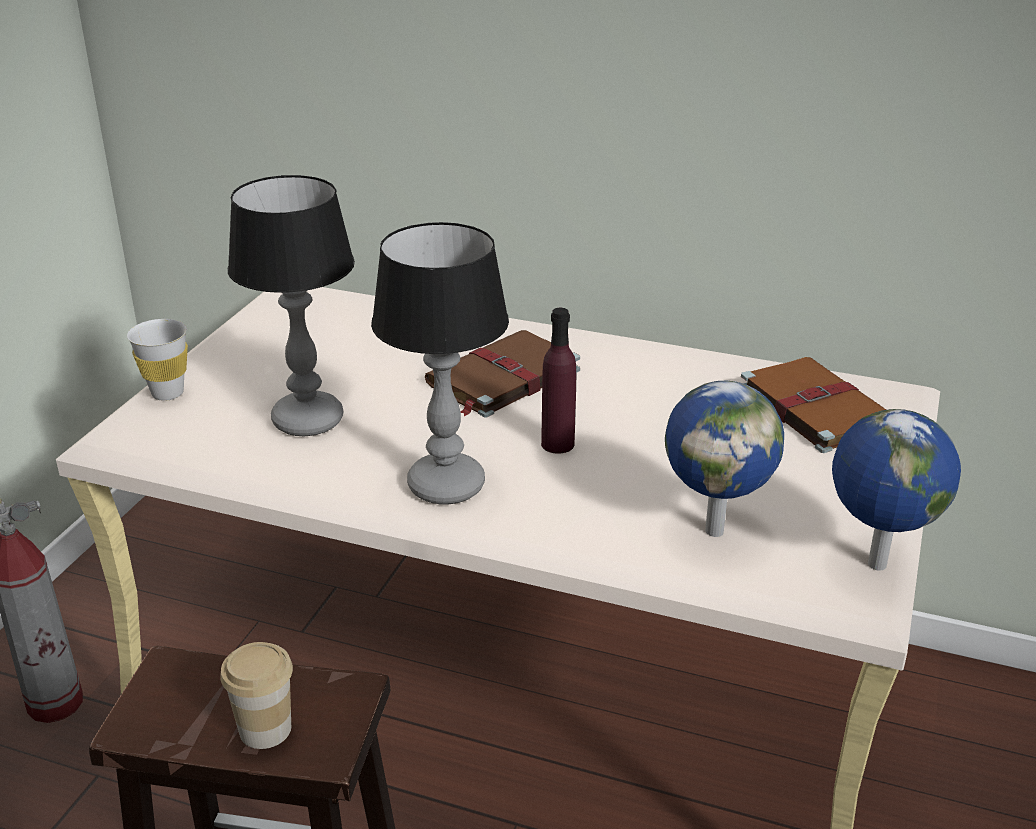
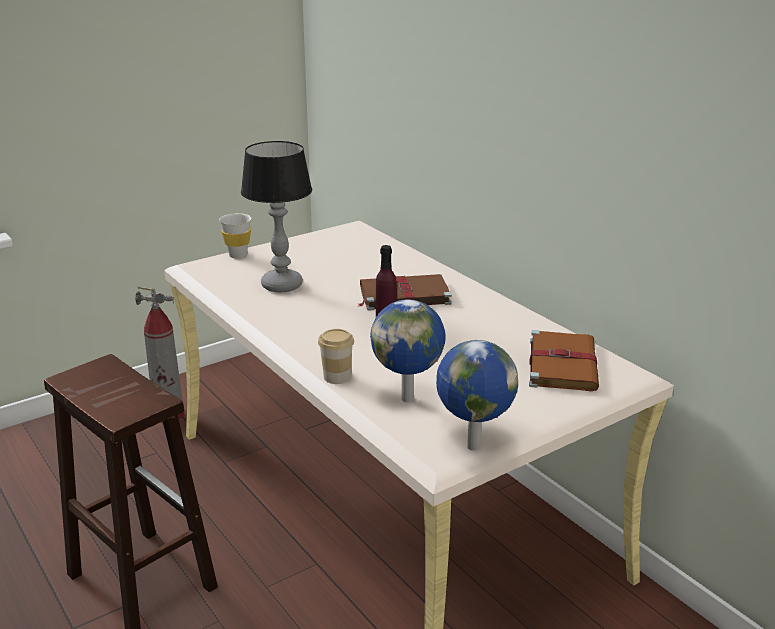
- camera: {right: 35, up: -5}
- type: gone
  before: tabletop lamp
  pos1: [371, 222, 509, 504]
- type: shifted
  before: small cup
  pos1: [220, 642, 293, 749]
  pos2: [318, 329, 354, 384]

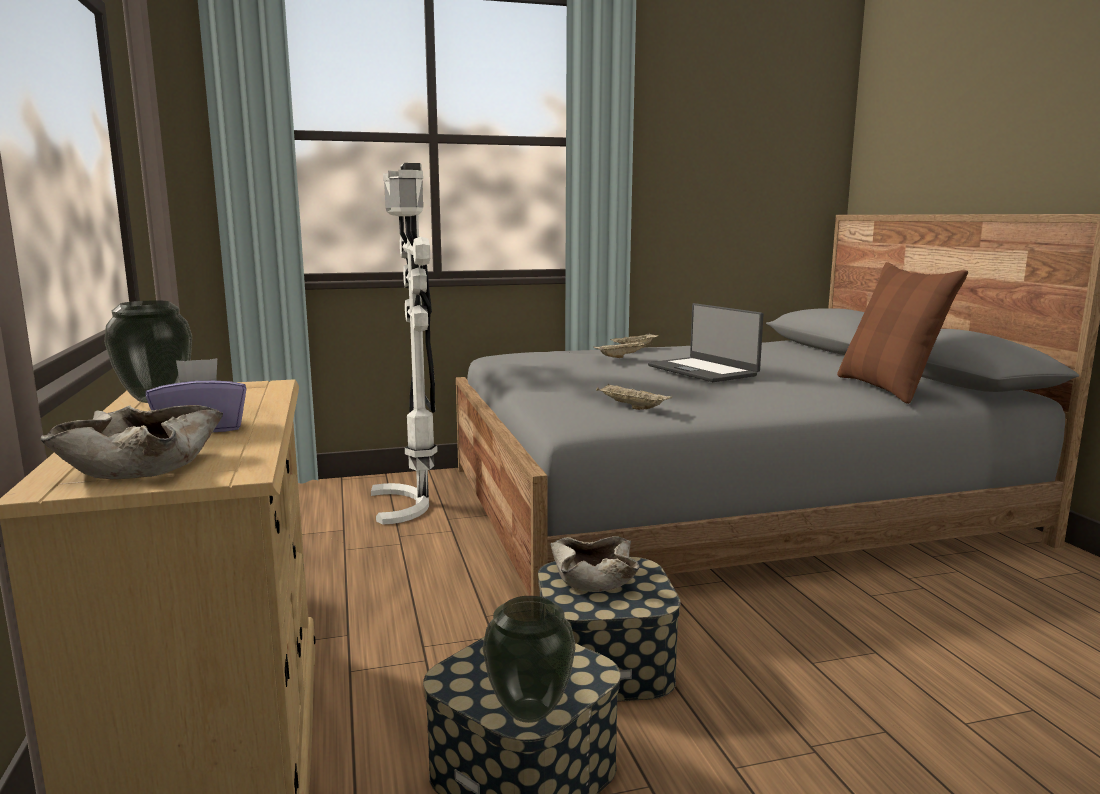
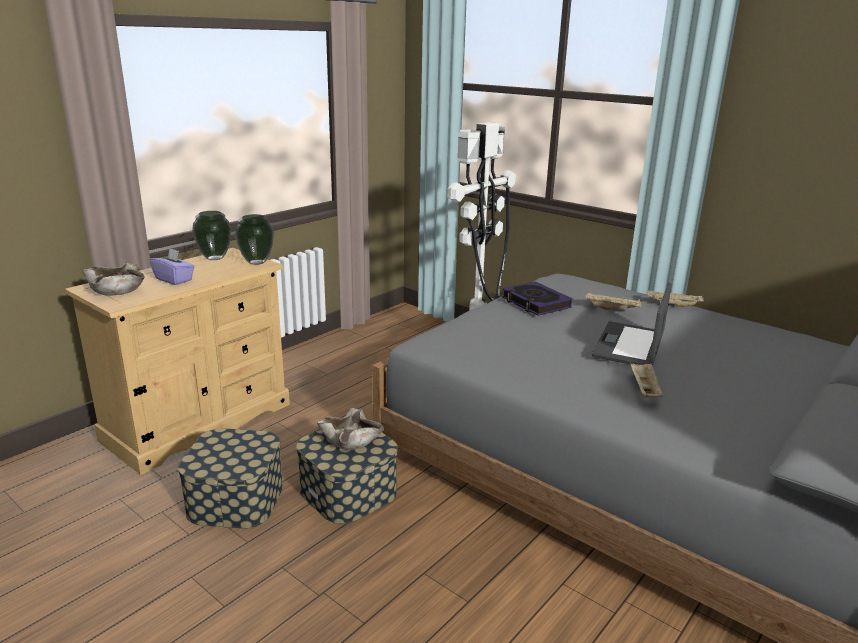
- camera: {right: 55, up: 10}
- type: gone
  before: brown-coloured cushion
  pos1: [837, 262, 968, 404]
- type: shifted
  before: beige carrying tray
  pos1: [596, 384, 673, 410]
  pos2: [631, 363, 663, 398]
- type: shifted
  before: vase
  pos1: [483, 596, 576, 723]
  pos2: [235, 214, 274, 265]
- type: new
  after: bound book
  pos2: [502, 282, 572, 316]

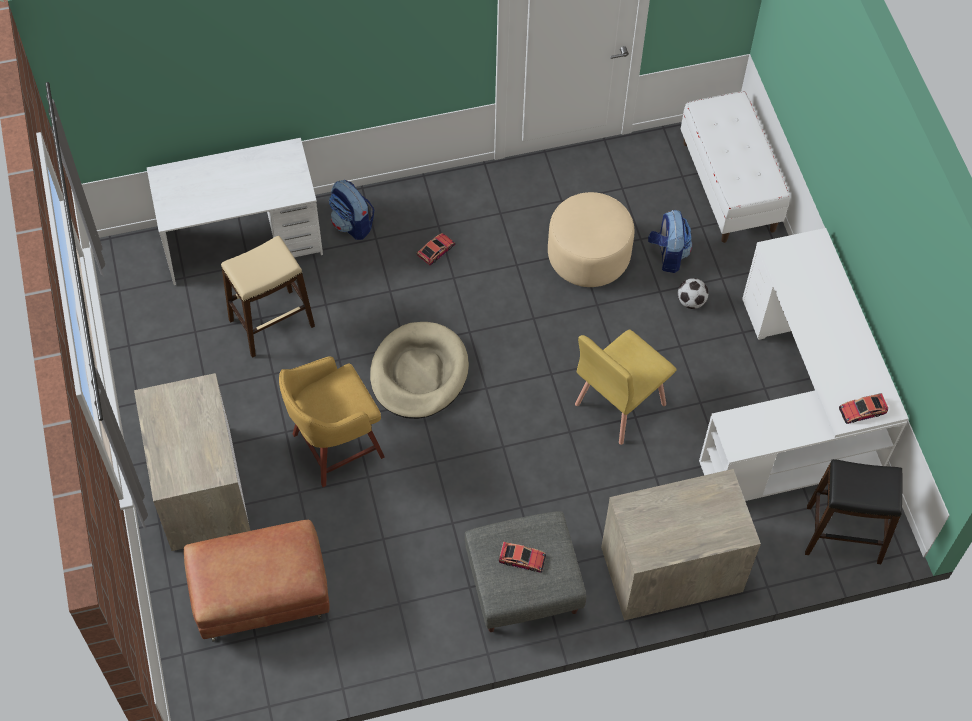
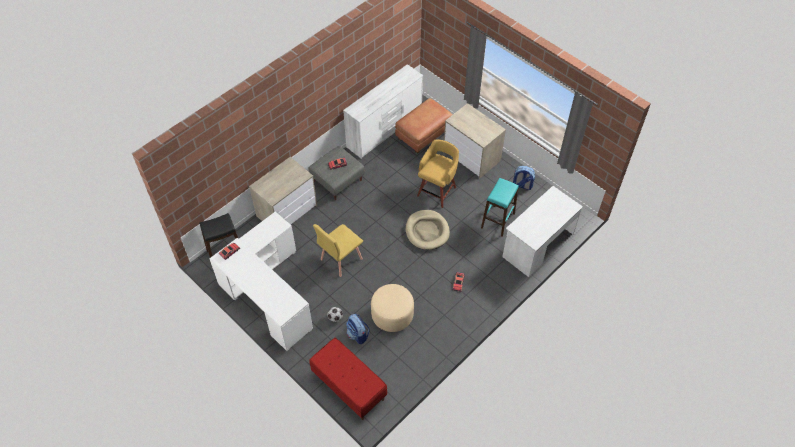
- camera: {right: 150, up: -5}
- type: repainted
  before: white-coloured bench
  after: red bench
  pos1: [681, 91, 790, 243]
  pos2: [310, 338, 387, 420]
- type: shifted
  before: backpack
  pos1: [329, 180, 374, 240]
  pos2: [513, 166, 535, 190]
- type: repainted
  before: beige stool
  after: blue-green stool
  pos1: [221, 236, 315, 358]
  pos2: [481, 178, 519, 237]
- type: rotated
  before: yellow plain chair
  pos1: [575, 329, 677, 445]
  pos2: [313, 224, 363, 277]
  turn: -150
- type: new
  after: white-coloured drawer chest
  pos2: [343, 64, 423, 159]

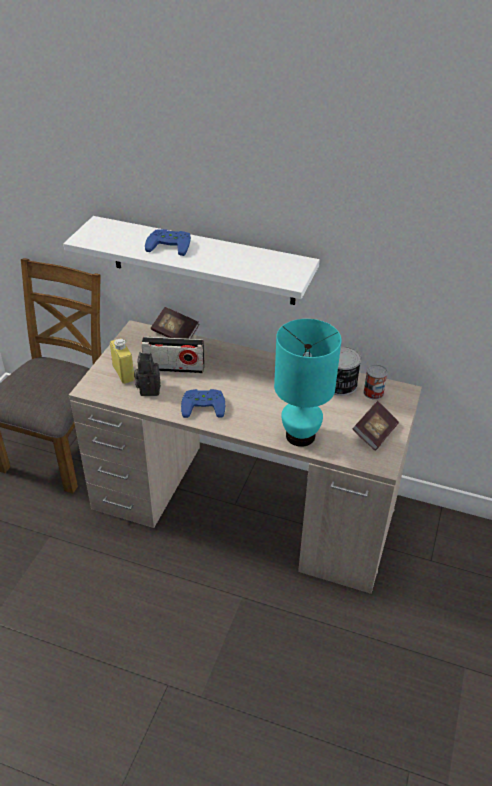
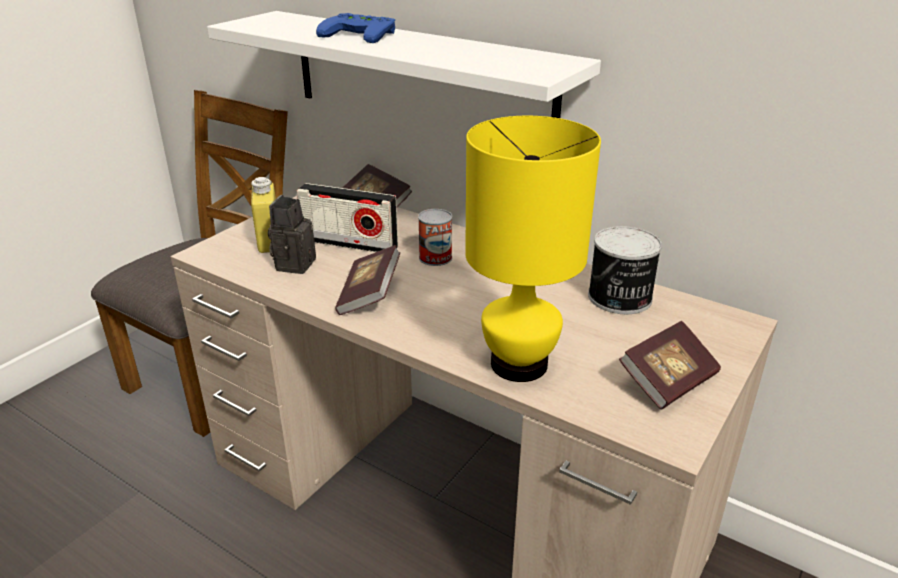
- camera: {right: 15, up: -10}
- type: repainted
  before: blue-green tabletop lamp
  after: yellow tabletop lamp
  pos1: [274, 319, 342, 447]
  pos2: [465, 116, 601, 382]
- type: shifted
  before: sealed can
  pos1: [363, 364, 388, 400]
  pos2: [418, 209, 452, 266]
- type: swapped
  before: bluish joypad
  after: bound book
  pos1: [181, 389, 225, 418]
  pos2: [335, 245, 400, 315]

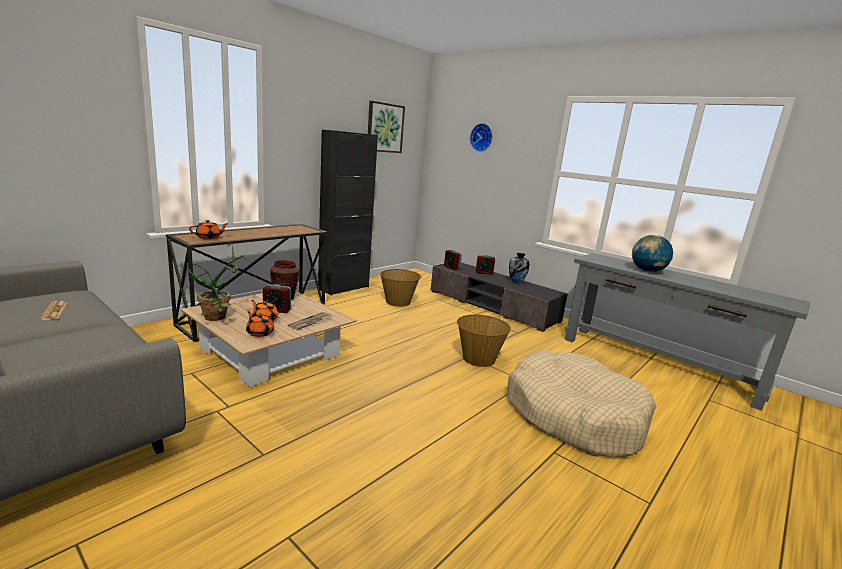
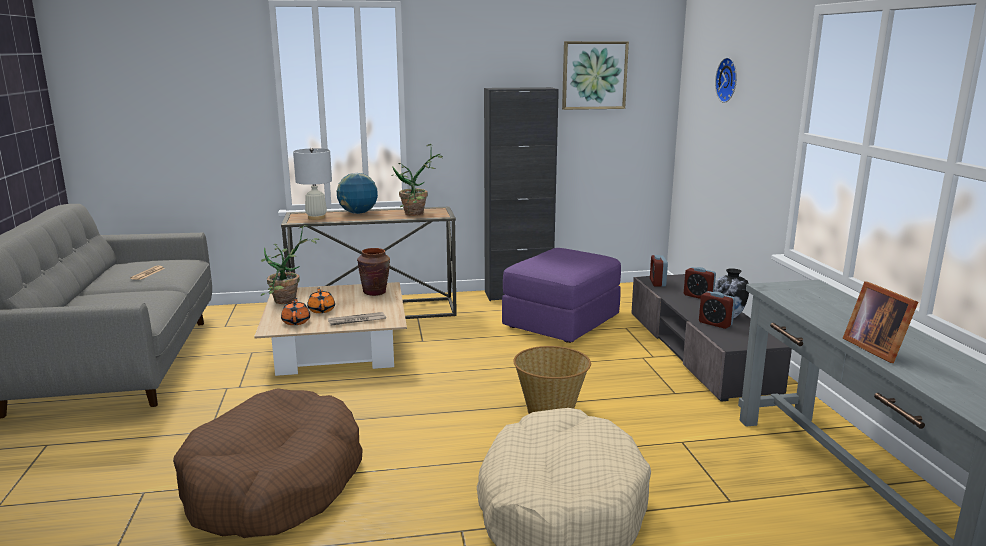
- camera: {right: 40, up: 0}
- type: swapped
  before: orange tea pot
  after: white-coloured tabletop lamp
  pos1: [189, 220, 229, 239]
  pos2: [293, 148, 332, 220]
- type: shifted
  before: world globe
  pos1: [632, 235, 673, 272]
  pos2: [337, 173, 378, 214]
- type: swapped
  before: storage basket
  after: purple-coloured ottoman
  pos1: [380, 269, 421, 307]
  pos2: [502, 248, 621, 343]
- type: shifted
  before: table clock
  pos1: [263, 284, 291, 313]
  pos2: [699, 291, 735, 329]
- type: new
  after: houseplant
  pos2: [391, 144, 443, 216]
- type: new
  after: standing frame
  pos2: [843, 281, 918, 363]
- type: new
  after: brown-coloured pet bed
  pos2: [173, 388, 363, 538]

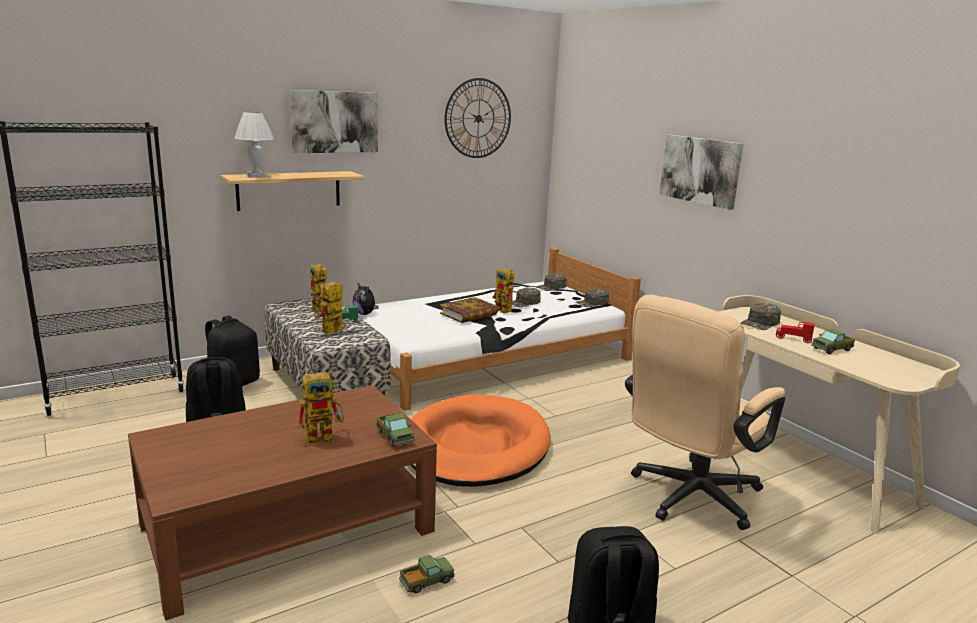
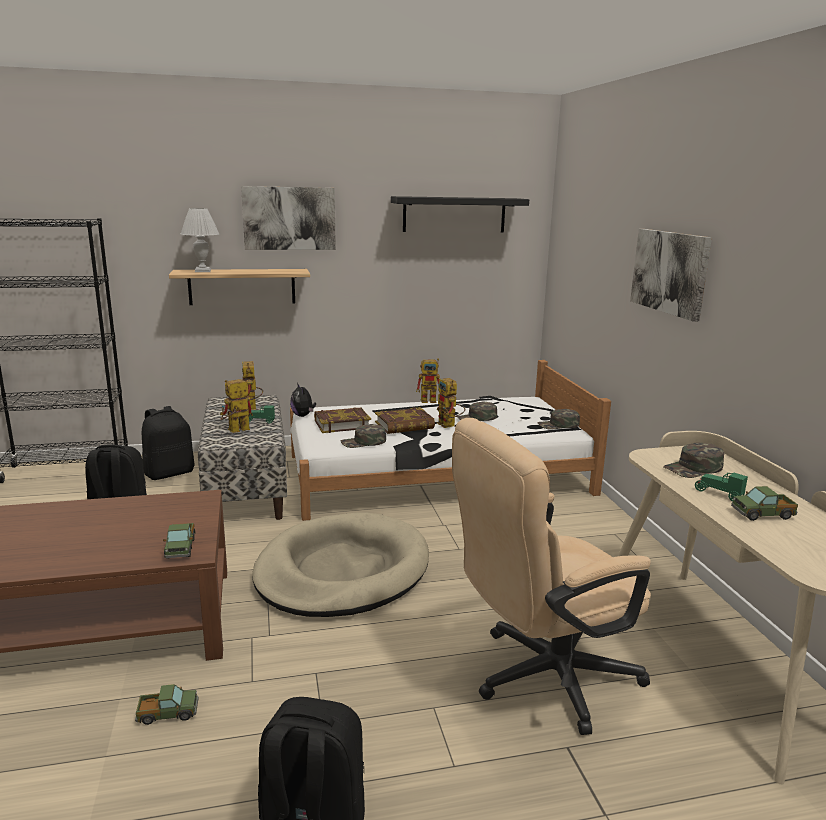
- camera: {right: 20, up: 0}
- type: swapped
  before: hanging clock
  after: blackish shelf
  pos1: [444, 78, 511, 158]
  pos2: [391, 196, 529, 233]
- type: shifted
  before: green-coloured cap
  pos1: [536, 273, 567, 291]
  pos2: [340, 424, 386, 448]
- type: repainted
  before: red model car
  after: green-coloured model car
  pos1: [776, 322, 815, 343]
  pos2: [695, 473, 748, 501]
- type: shifted
  before: model robot
  pos1: [297, 370, 344, 446]
  pos2: [416, 358, 440, 403]
- type: repainted
  before: orange pet bed
  after: beige pet bed
  pos1: [410, 394, 551, 487]
  pos2: [252, 512, 429, 617]
- type: new
  after: bound book
  pos2: [314, 407, 371, 433]

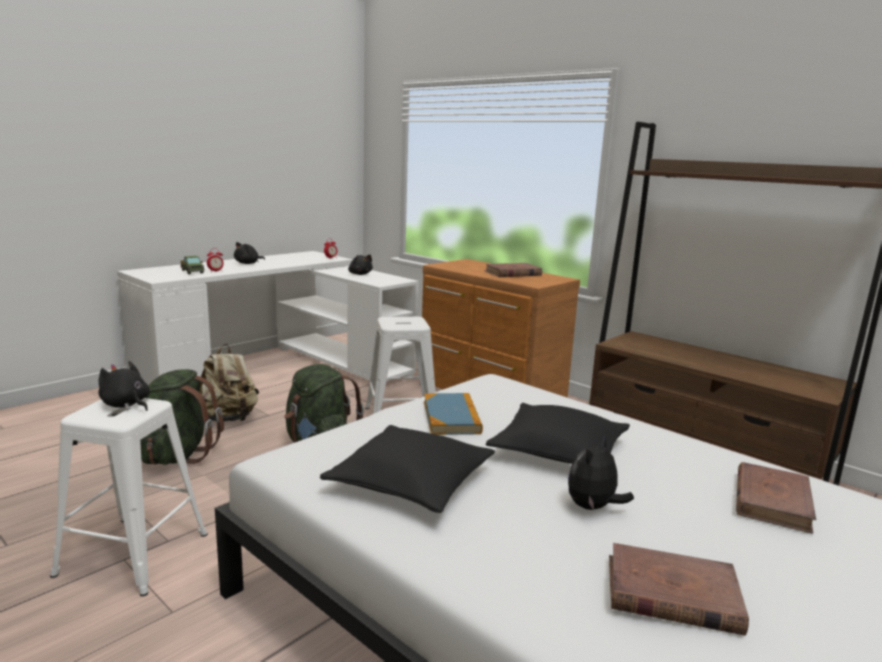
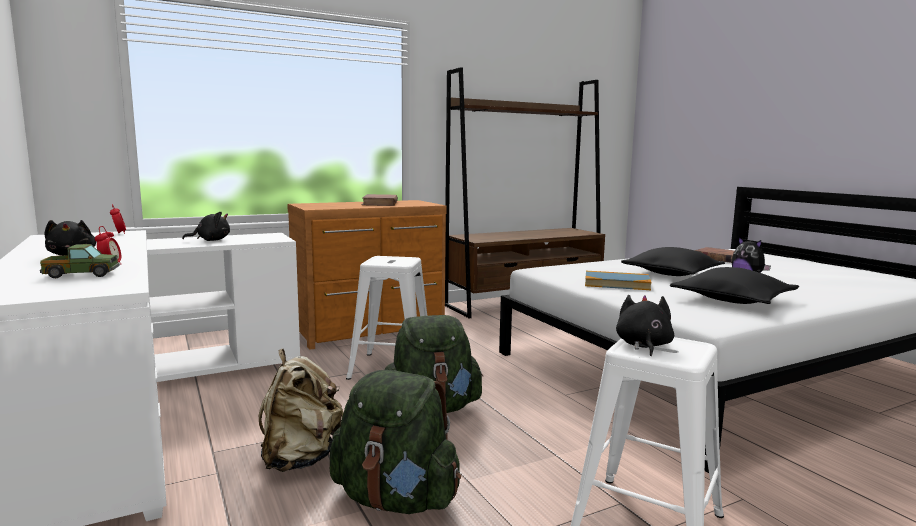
- camera: {right: -70, up: -5}
- type: rotated
  before: blackish soft toy
  pos1: [98, 361, 150, 411]
  pos2: [616, 295, 674, 356]
  turn: 135
- type: gone
  before: brown-coloured bound book
  pos1: [609, 543, 749, 636]

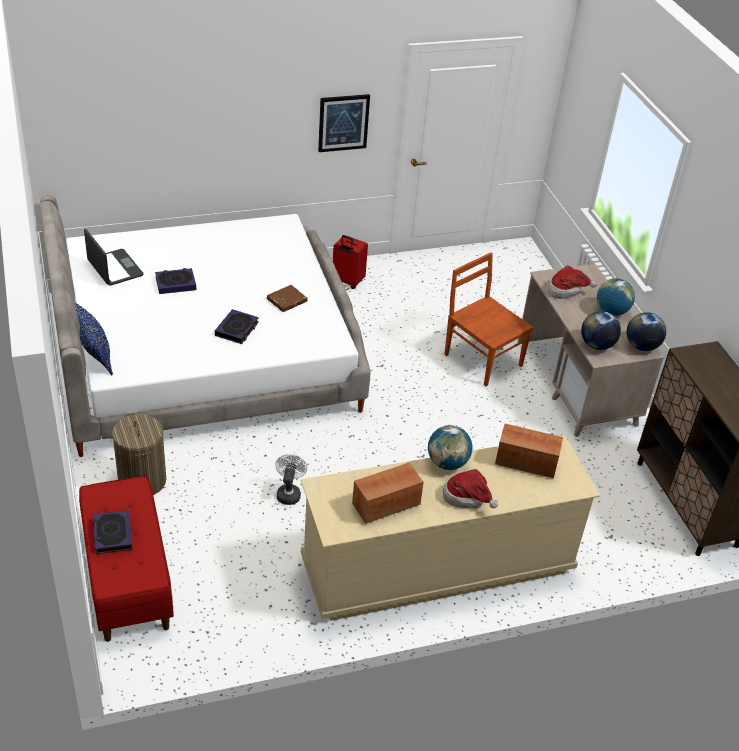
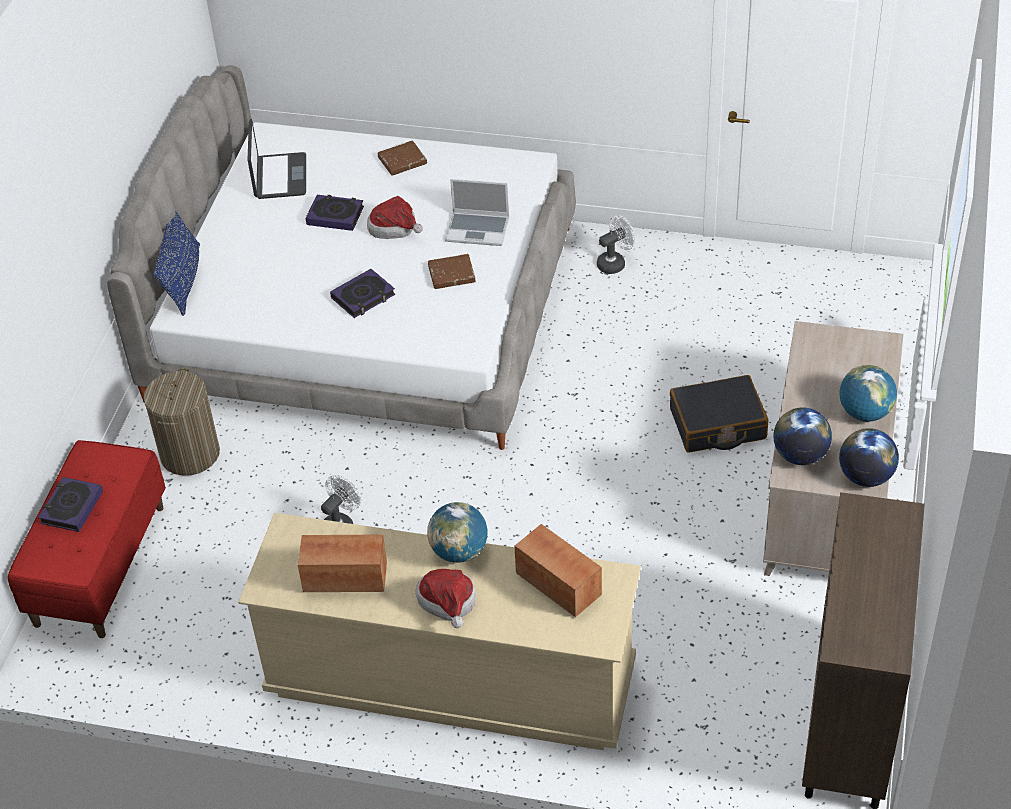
- camera: {right: 35, up: 5}
- type: gone
  before: picture
  pos1: [318, 94, 370, 152]
- type: swapped
  before: red piece of luggage
  after: white-coloured cooling fan
  pos1: [333, 235, 368, 289]
  pos2: [597, 215, 635, 274]
- type: swapped
  before: brown-coloured plain chair
  after: blackish piece of luggage
  pos1: [444, 252, 533, 386]
  pos2: [670, 375, 768, 453]
- type: shifted
  before: clothing hat
  pos1: [548, 265, 597, 299]
  pos2: [367, 196, 423, 239]
- type: new
  after: brown-coloured bound book
  pos2: [378, 141, 427, 175]
- type: new
  after: laptop
  pos2: [445, 179, 509, 246]

